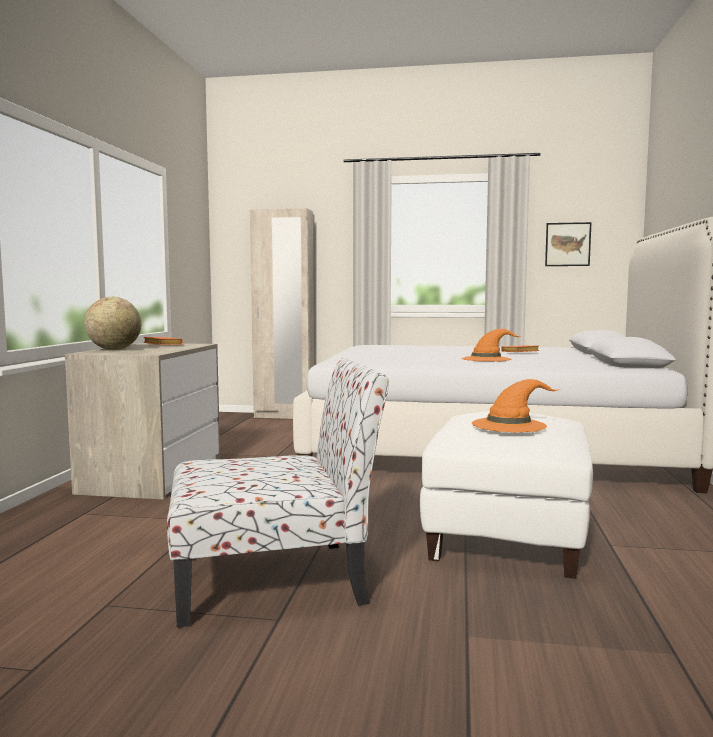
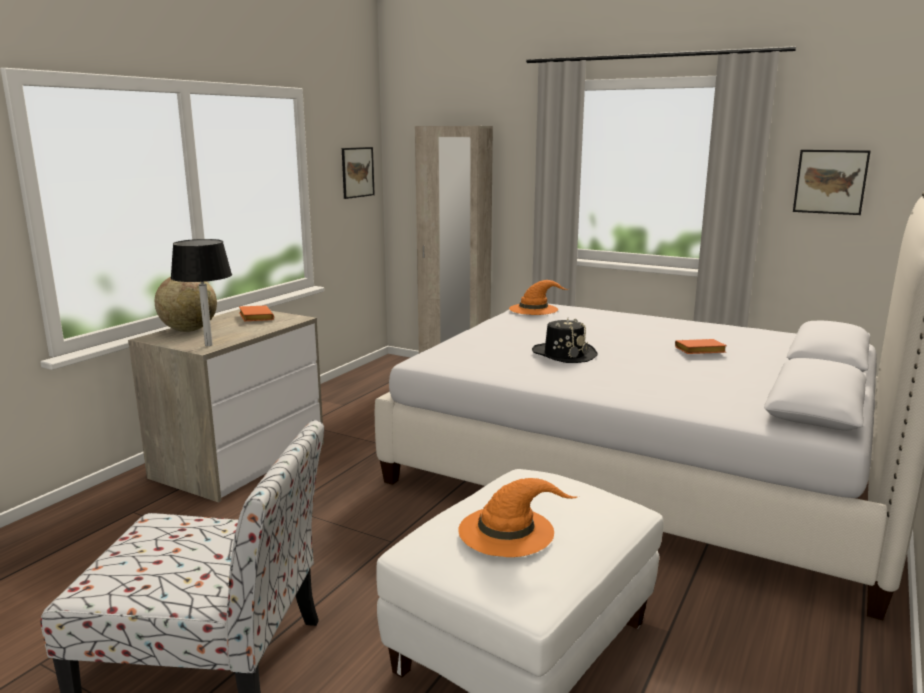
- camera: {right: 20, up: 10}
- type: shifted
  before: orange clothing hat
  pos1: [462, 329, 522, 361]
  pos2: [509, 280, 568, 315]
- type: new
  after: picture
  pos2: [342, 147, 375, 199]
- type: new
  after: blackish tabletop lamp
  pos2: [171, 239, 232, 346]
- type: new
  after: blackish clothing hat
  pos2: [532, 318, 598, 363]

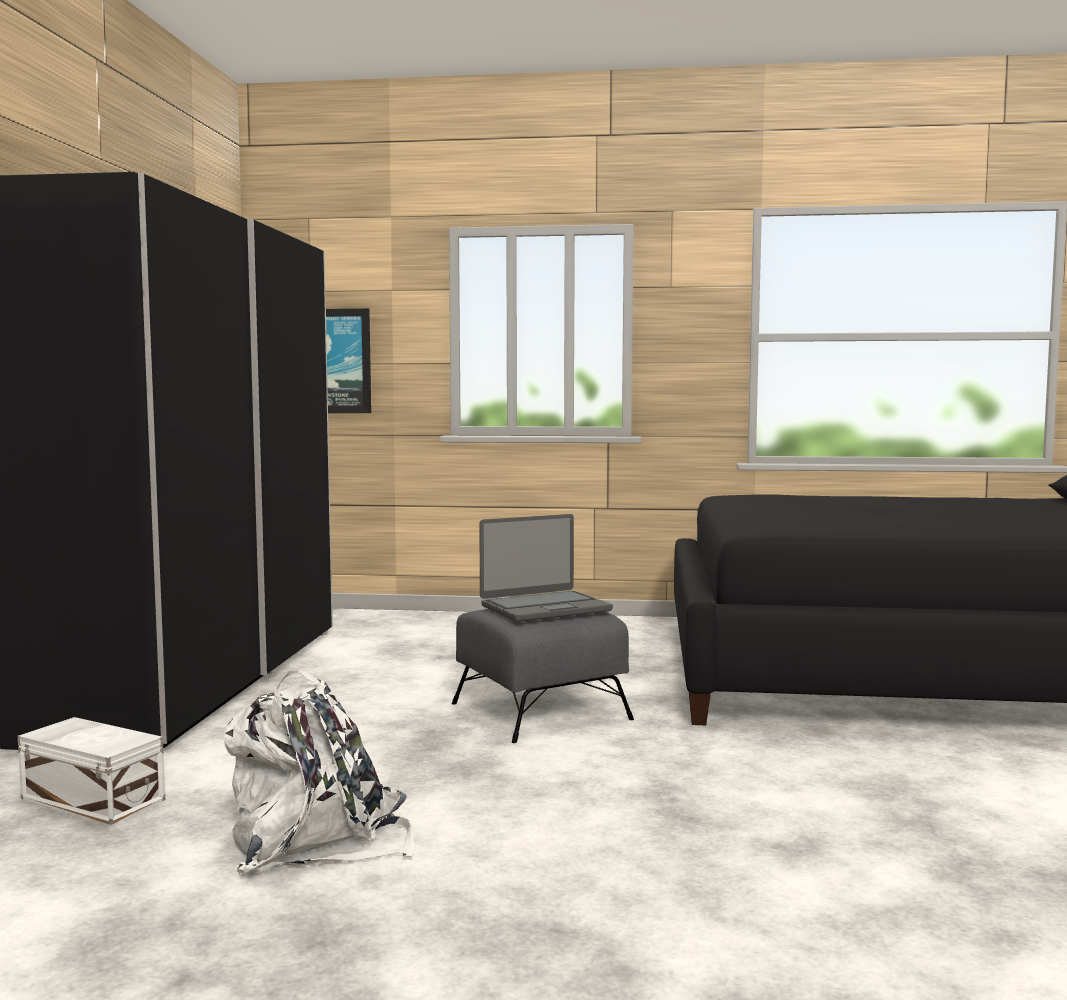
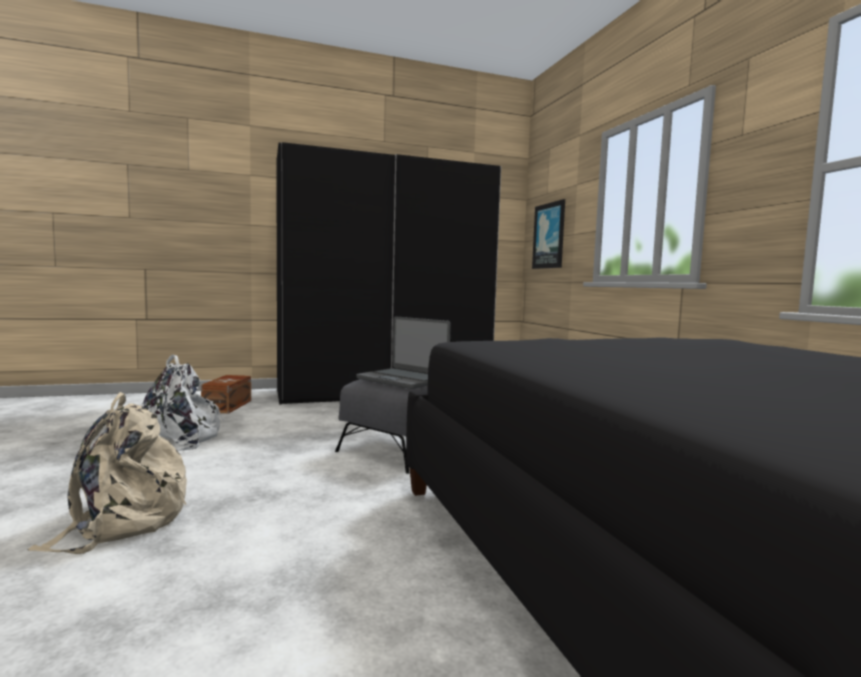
- camera: {right: 65, up: 0}
- type: repainted
  before: white-coloured storage bin
  after: brown-coloured storage bin
  pos1: [18, 717, 165, 825]
  pos2: [201, 375, 251, 413]
- type: new
  after: beige backpack
  pos2: [27, 392, 187, 554]

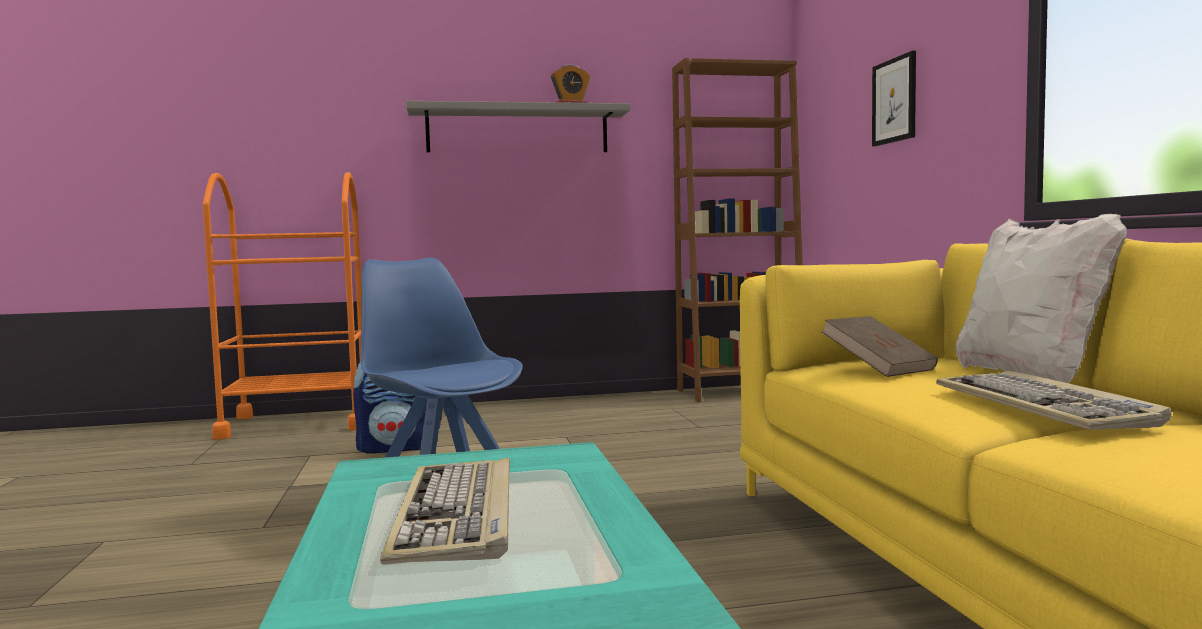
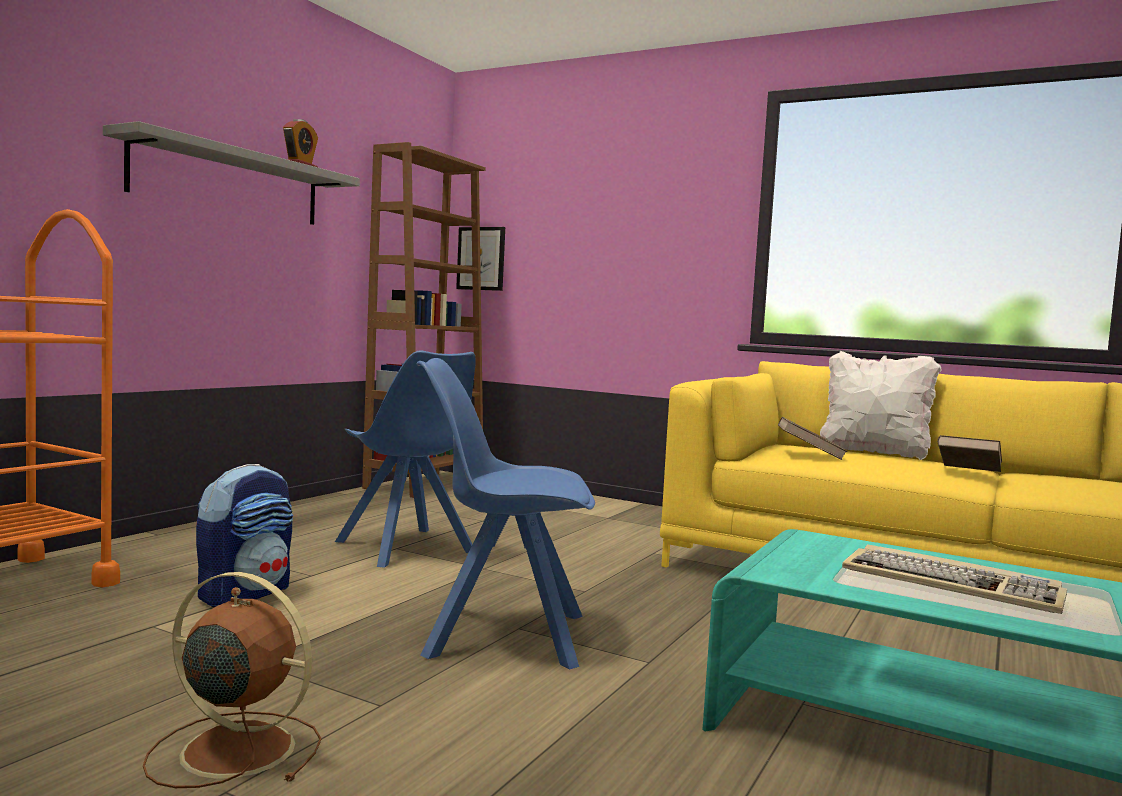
- camera: {right: -50, up: 0}
- type: shifted
  before: picture
  pos1: [872, 51, 916, 147]
  pos2: [456, 227, 505, 291]
- type: swapped
  before: PC keyboard
  after: brown-coloured bound book
  pos1: [936, 371, 1171, 430]
  pos2: [937, 435, 1002, 472]
- type: new
  after: bluish plain chair
  pos2: [335, 351, 476, 568]
- type: new
  after: brown-coloured cooling fan
  pos2: [143, 572, 321, 788]

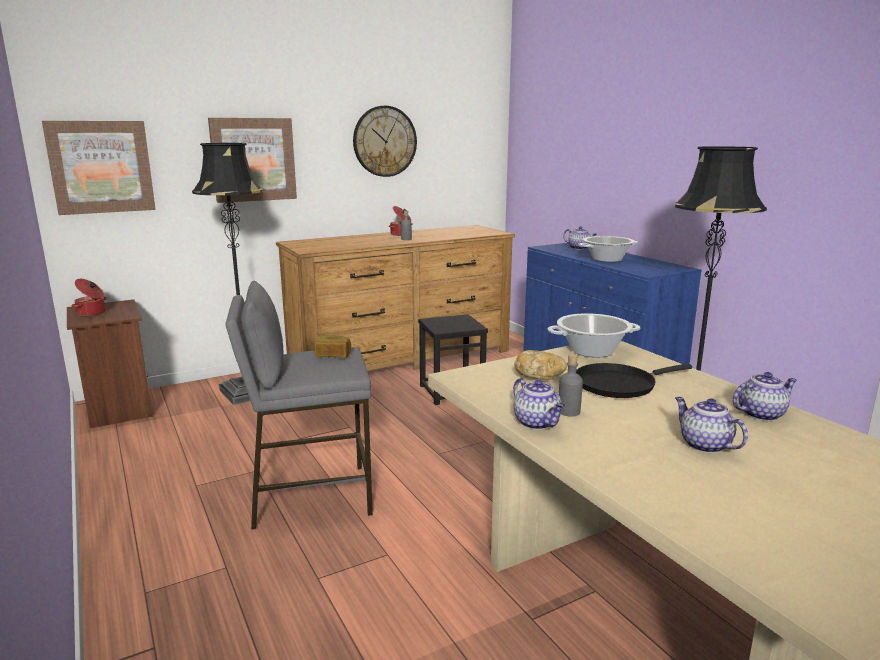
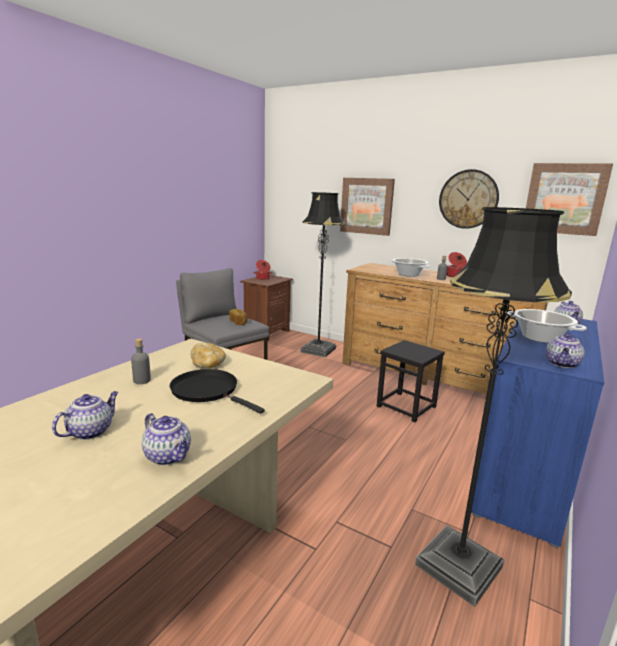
- camera: {right: 60, up: 0}
- type: shifted
  before: picture
  pos1: [42, 121, 156, 215]
  pos2: [526, 163, 613, 236]
- type: shifted
  before: stockpot
  pos1: [547, 313, 640, 358]
  pos2: [391, 258, 430, 277]
- type: shifted
  before: tea pot
  pos1: [513, 378, 565, 430]
  pos2: [546, 333, 585, 368]

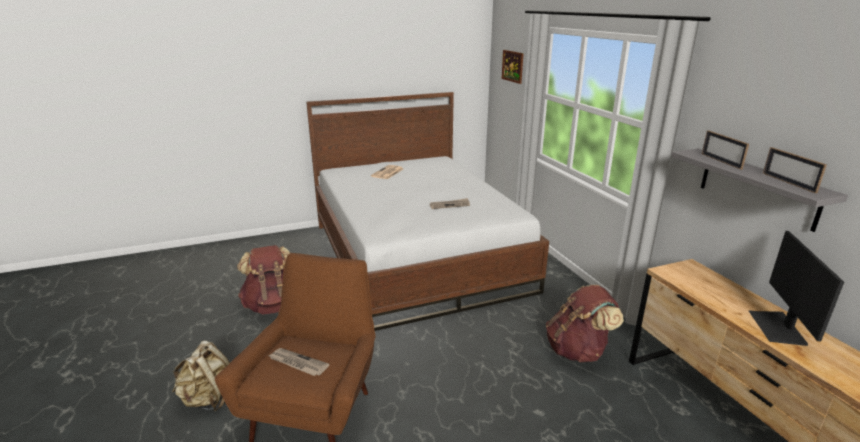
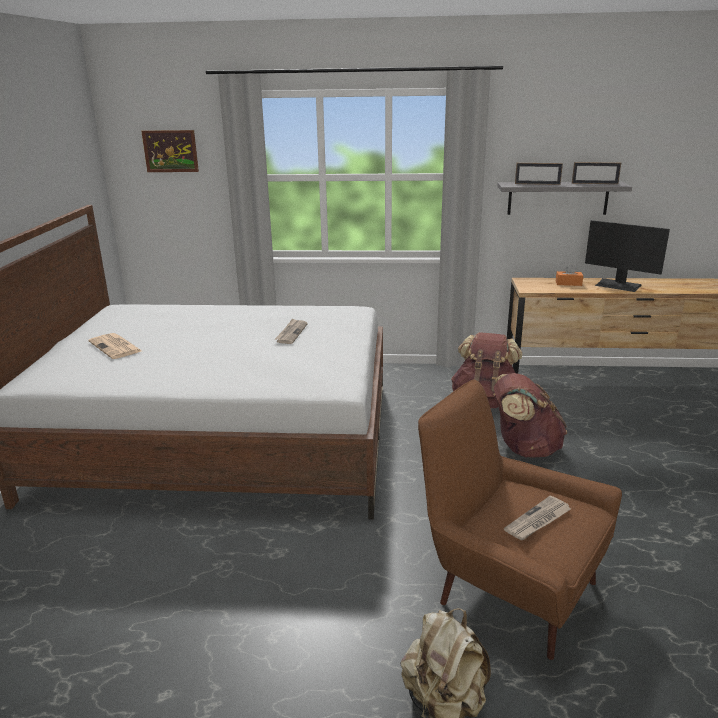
- camera: {right: -65, up: 0}
- type: shifted
  before: brown-coloured backpack
  pos1: [237, 245, 291, 314]
  pos2: [494, 373, 567, 458]
- type: new
  after: orange box of tissues
  pos2: [556, 264, 583, 286]

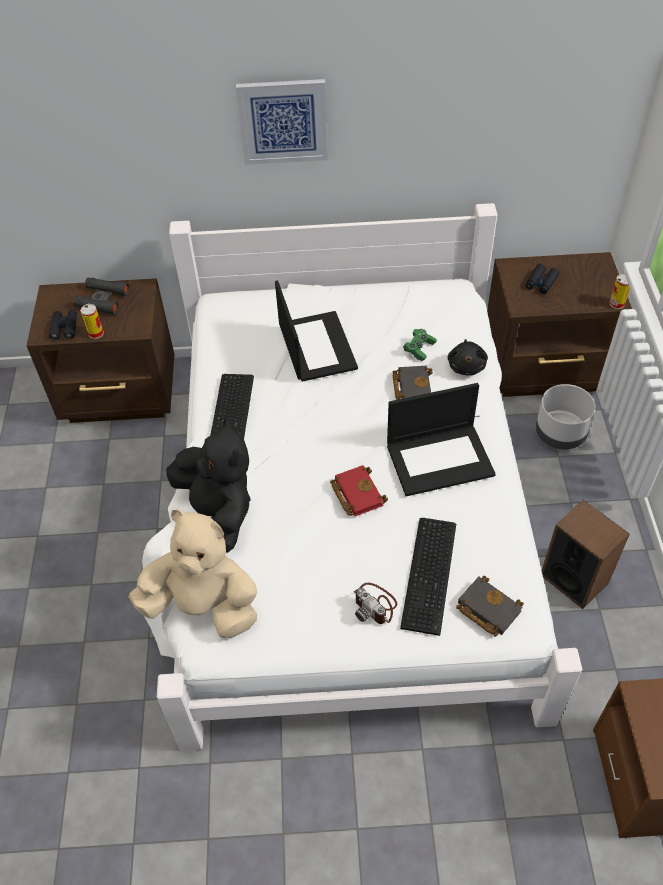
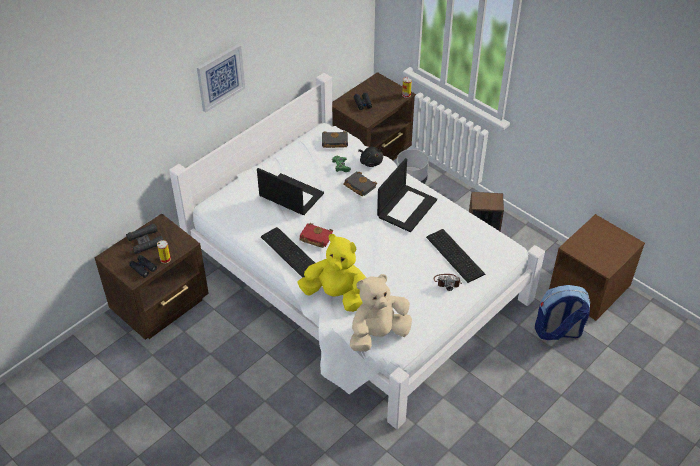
- camera: {right: -45, up: -5}
- type: repainted
  before: blackish soft toy
  after: yellow soft toy
  pos1: [166, 418, 251, 553]
  pos2: [297, 234, 366, 312]
- type: shifted
  before: red bound book
  pos1: [330, 465, 388, 517]
  pos2: [299, 223, 333, 248]
- type: shifted
  before: blackish bound book
  pos1: [456, 575, 524, 637]
  pos2: [322, 131, 348, 148]
- type: new
  after: backpack
  pos2: [535, 285, 590, 340]

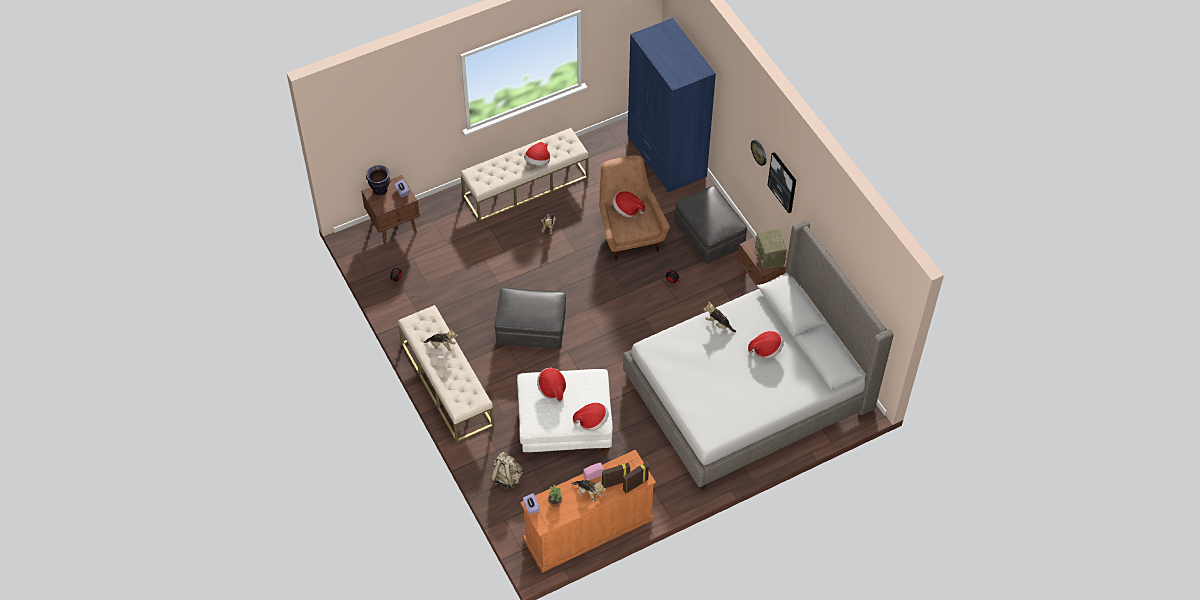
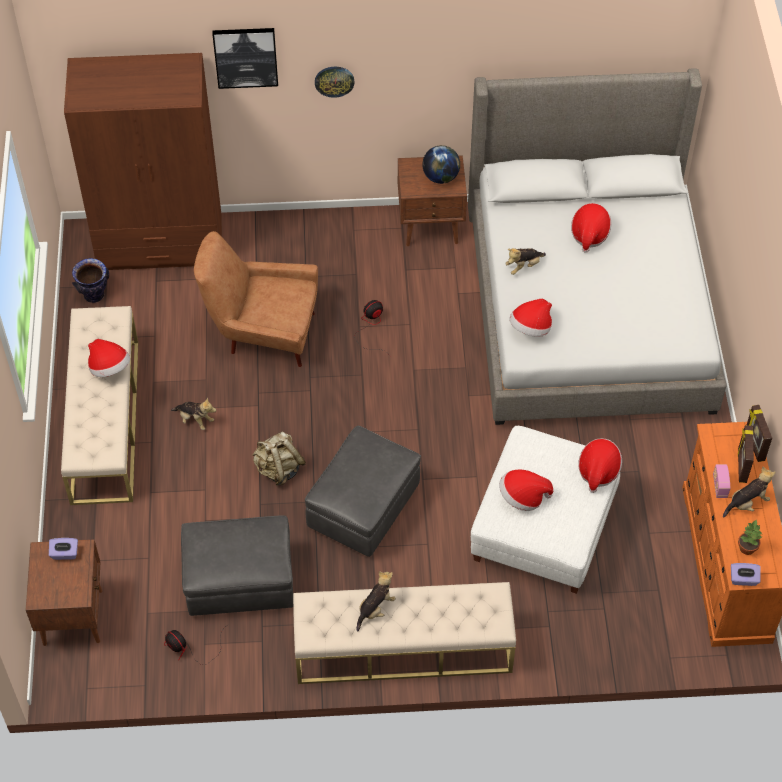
- camera: {right: -65, up: 0}
- type: repainted
  before: bluish clothes cupboard
  after: brown-coloured clothes cupboard
  pos1: [628, 18, 716, 193]
  pos2: [64, 53, 222, 270]
- type: shifted
  before: picture
  pos1: [767, 152, 796, 213]
  pos2: [212, 28, 278, 89]
- type: shifted
  before: vase
  pos1: [366, 165, 391, 195]
  pos2: [72, 258, 109, 303]
- type: shifted
  before: grey ottoman
  pos1: [674, 185, 747, 264]
  pos2: [181, 515, 293, 616]
- type: shifted
  before: clothing hat
  pos1: [613, 191, 645, 217]
  pos2: [509, 299, 552, 337]
- type: swapped
  before: radio
  after: world globe
  pos1: [755, 229, 787, 270]
  pos2: [422, 145, 460, 184]
- type: shifted
  before: beige backpack
  pos1: [490, 452, 523, 490]
  pos2: [252, 432, 306, 486]

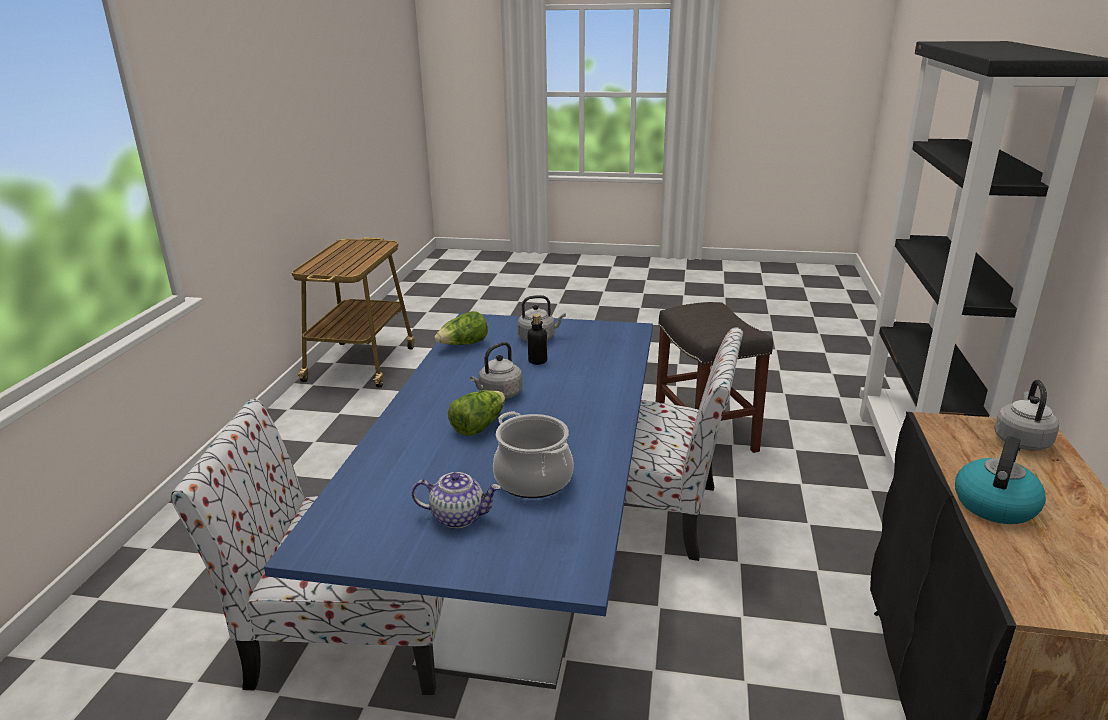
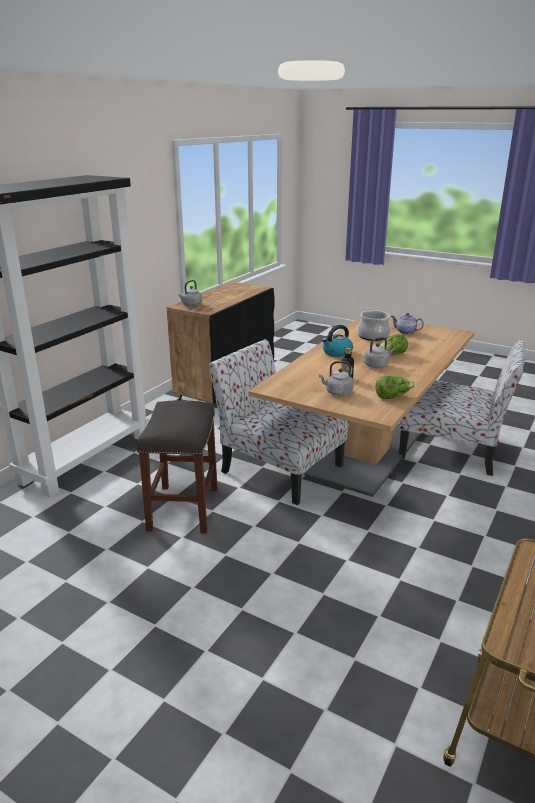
- camera: {right: -160, up: 0}
- type: repainted
  before: bluish dining table
  after: beige dining table
  pos1: [264, 313, 653, 689]
  pos2: [248, 316, 474, 497]
- type: shifted
  before: tea kettle
  pos1: [955, 436, 1046, 524]
  pos2: [322, 325, 353, 357]

